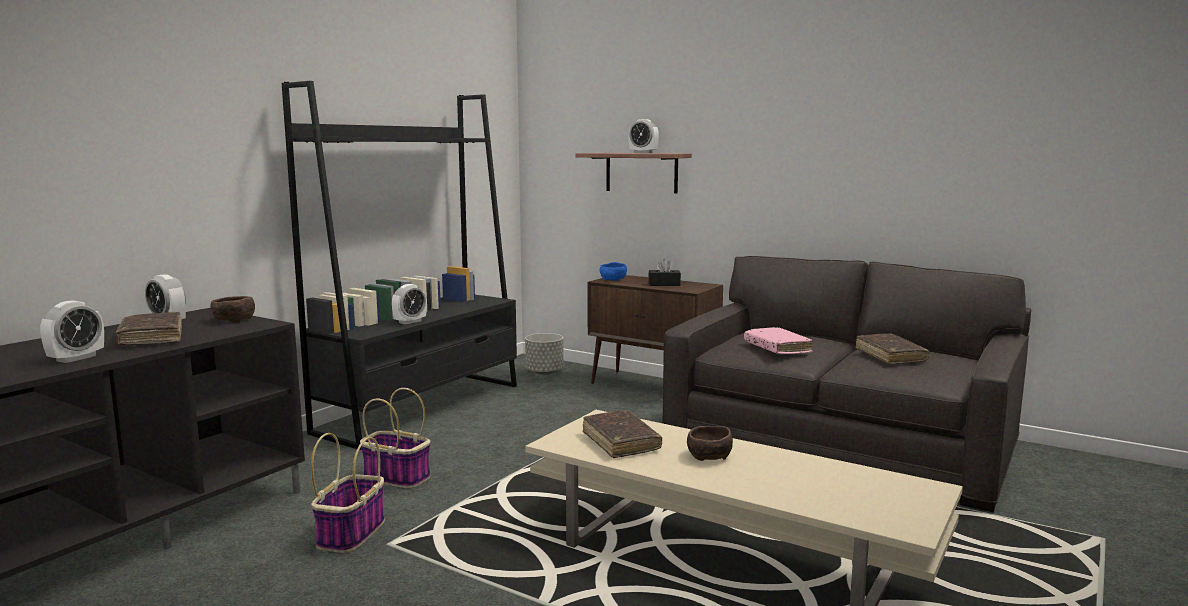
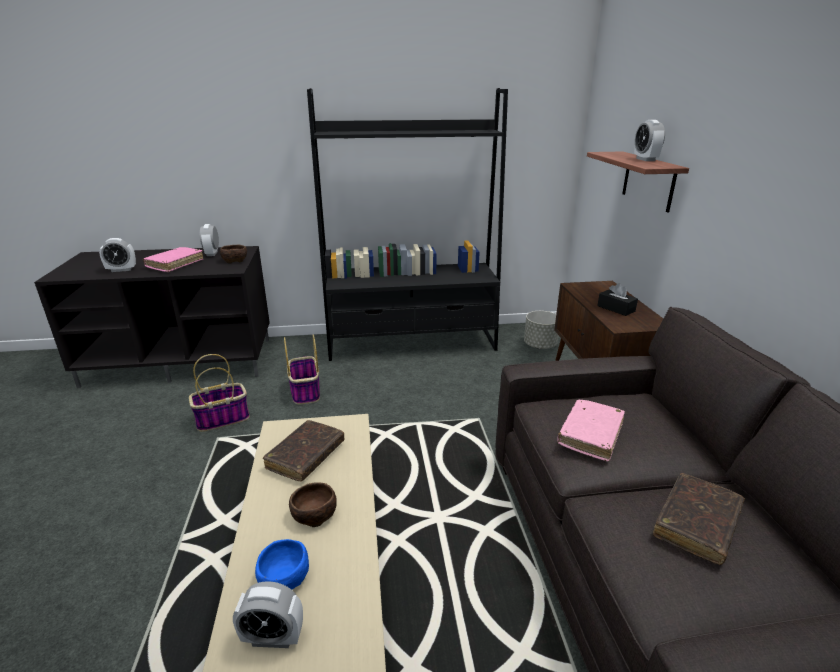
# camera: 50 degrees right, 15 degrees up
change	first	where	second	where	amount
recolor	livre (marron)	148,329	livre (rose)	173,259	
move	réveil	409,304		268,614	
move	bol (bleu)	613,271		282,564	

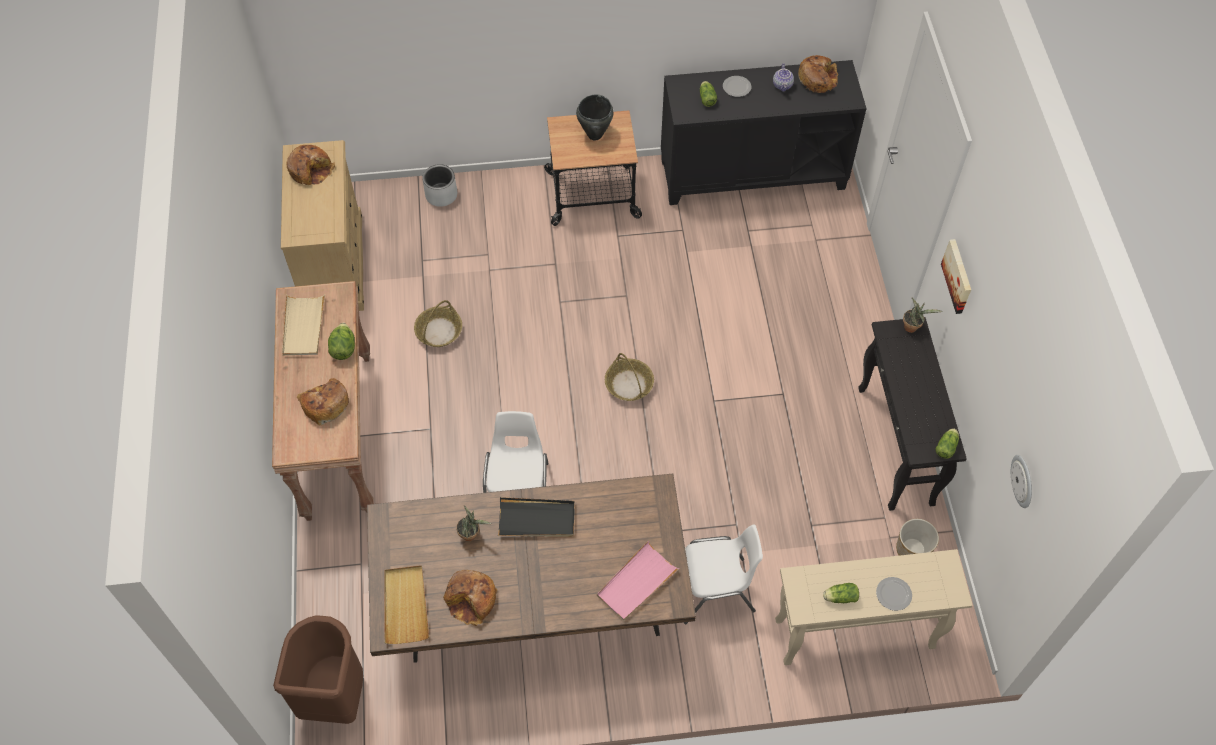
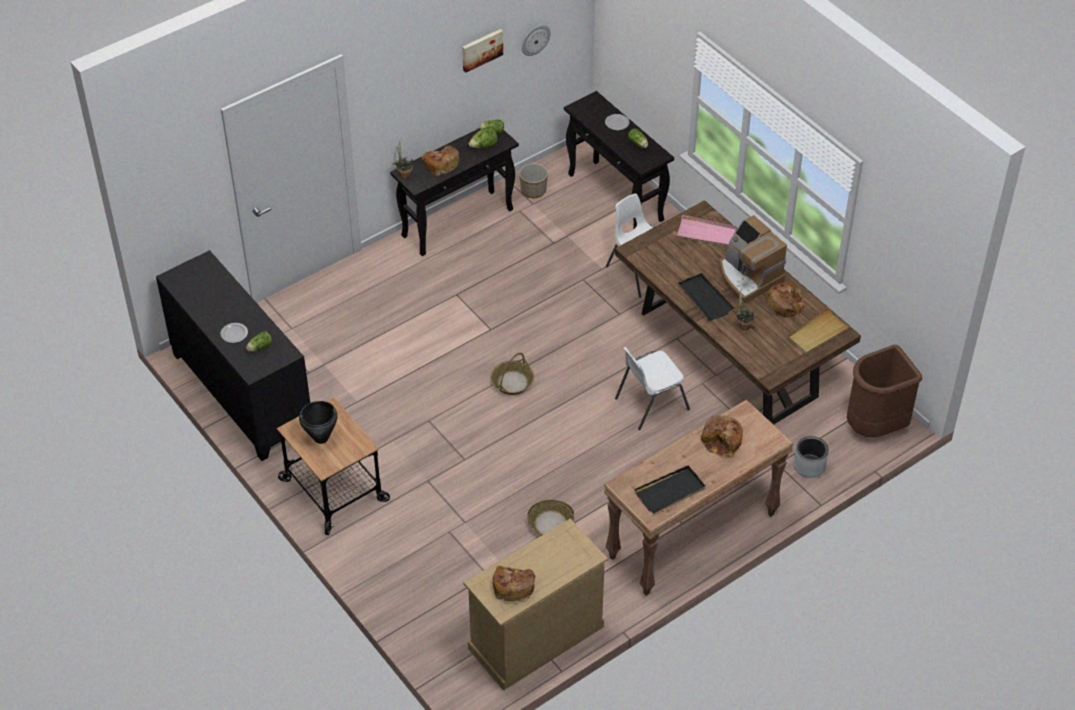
# camera: 120 degrees left, 10 degrees down
change	first	where	second	where	amount
recolor	plateau (beige)	303,325	plateau (noir)	670,489	
move	laitue	341,341		482,138	
move	cache-pot (gris)	439,185		811,457	
delete	théière	783,77			
recolor	table console (beige)	874,607	table console (noir)	619,160	
move	pain	818,74		440,160	
move	tableau	956,276		482,51	
insert			machine à café	753,259	

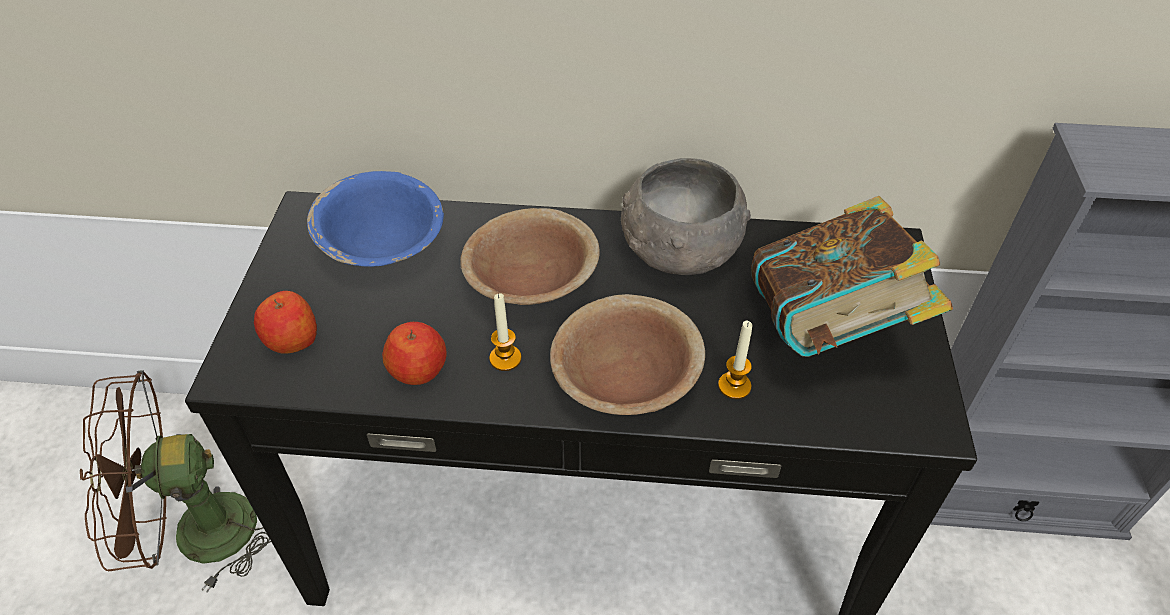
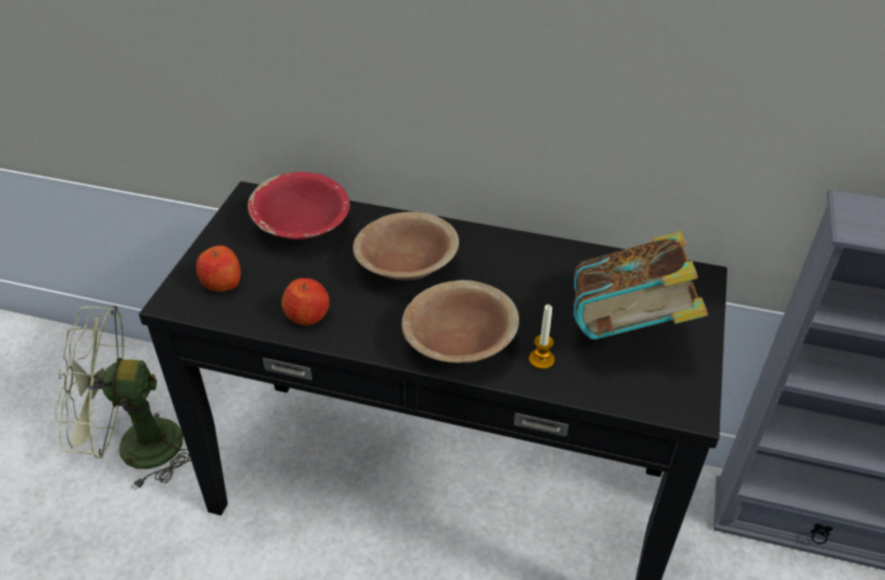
# camera: 10 degrees right, 5 degrees down
change	first	where	second	where	amount
recolor	ventilateur (marron)	175,481	ventilateur (vert)	123,398	
recolor	bol (bleu)	375,219	bol (rouge)	299,206	
delete	bougie	505,332			
delete	bol (gris)	686,216			

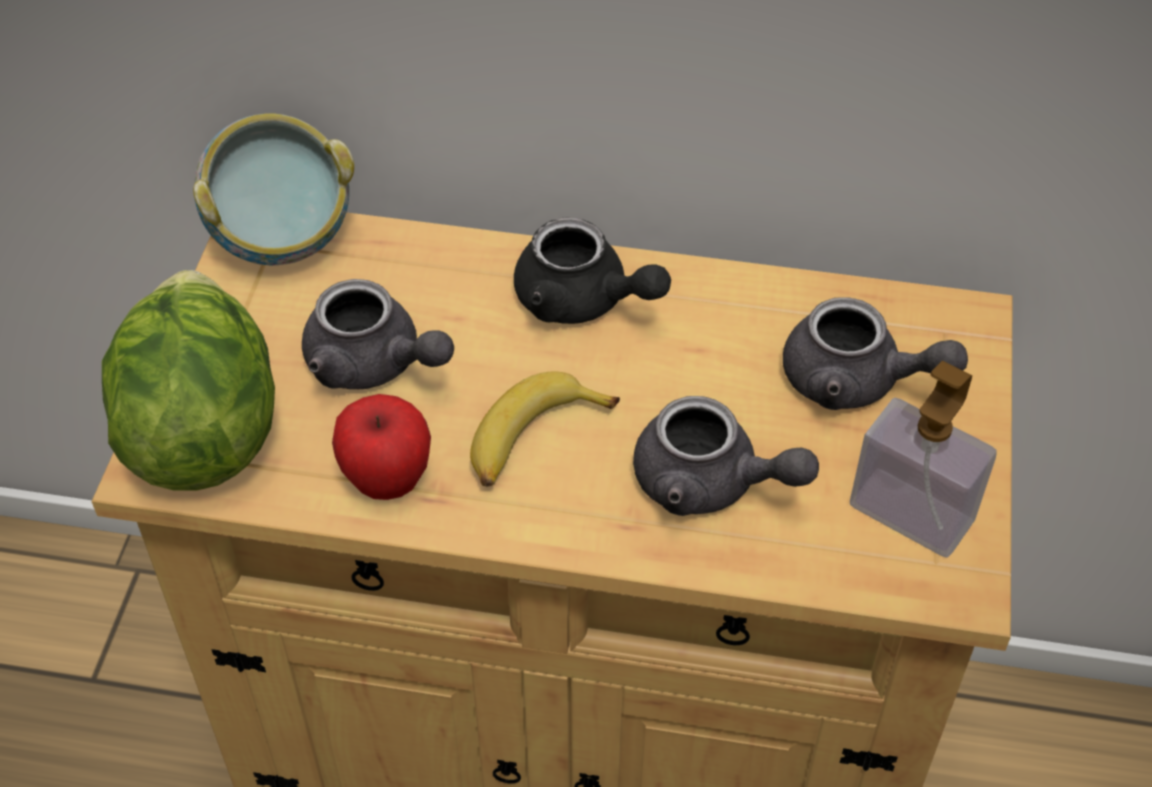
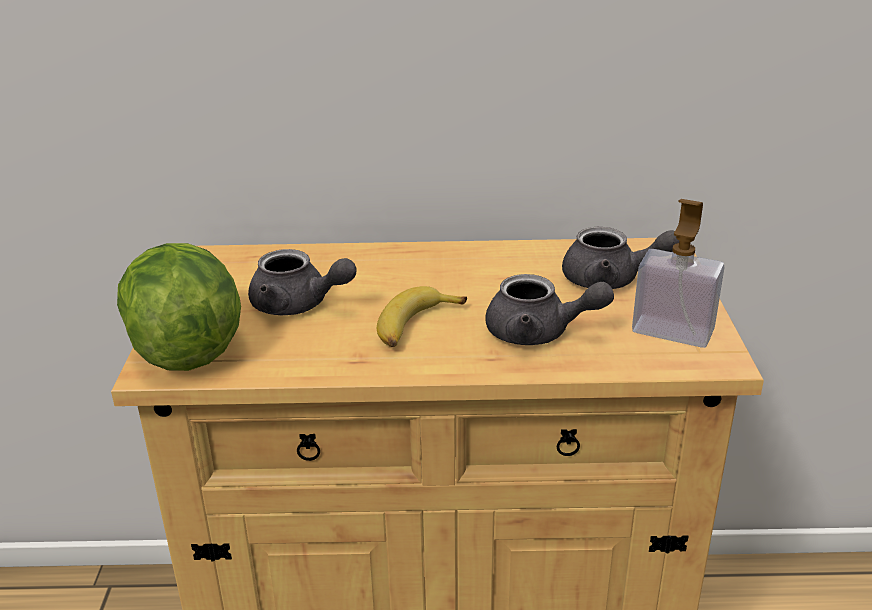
# camera: 10 degrees left, 20 degrees down
change	first	where	second	where	amount
delete	bol	273,189			
delete	pomme	381,447			
delete	théière (noir)	592,270			

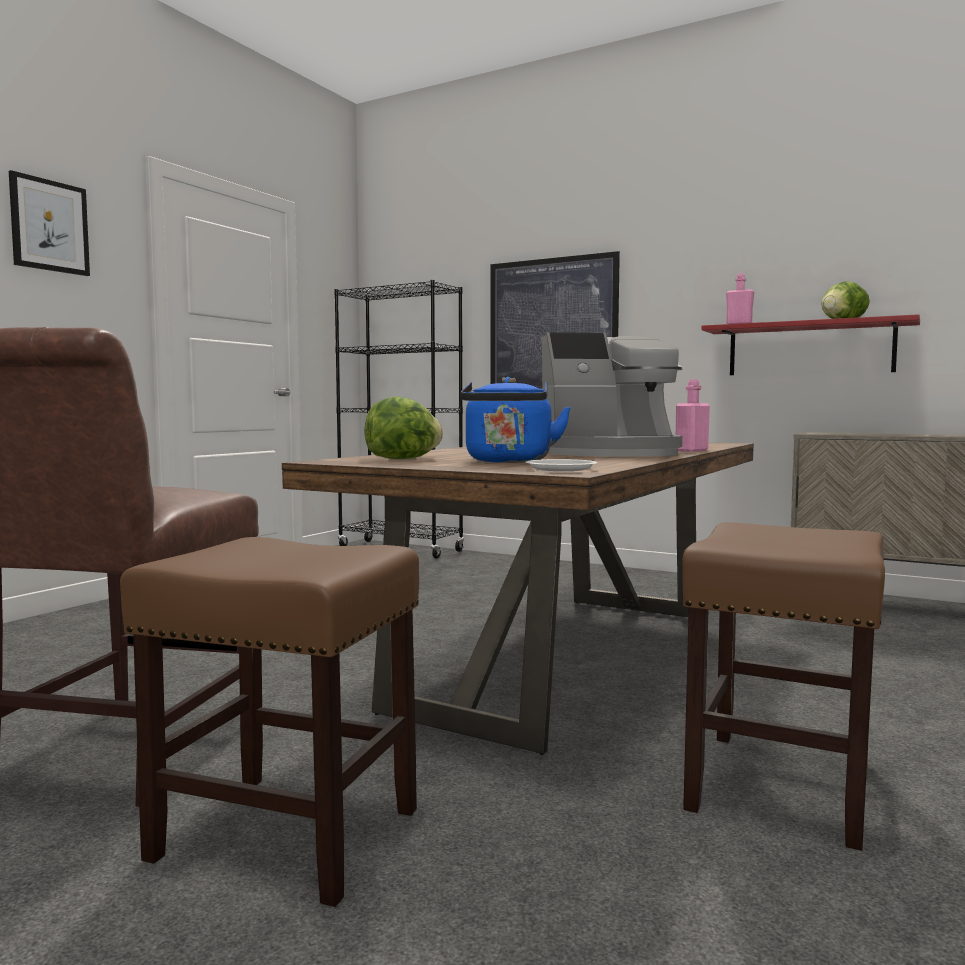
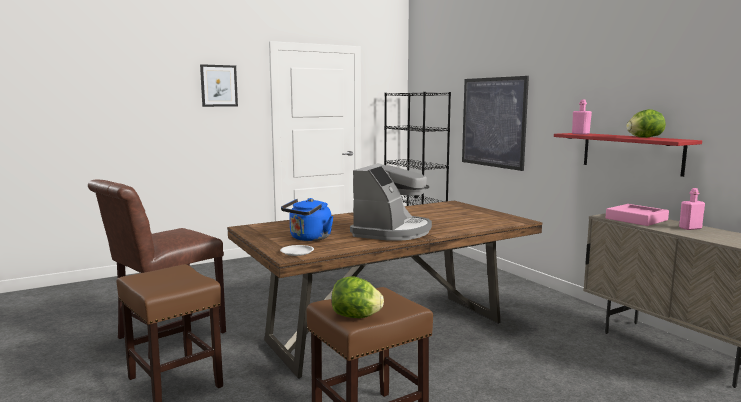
# camera: 30 degrees right, 5 degrees up
change	first	where	second	where	amount
move	laitue	404,427		357,297	
rotate	machine à café	612,394		391,202	90 degrees counterclockwise
move	bouteille (rose)	693,416		692,209	
insert			plateau (rose)	637,215	

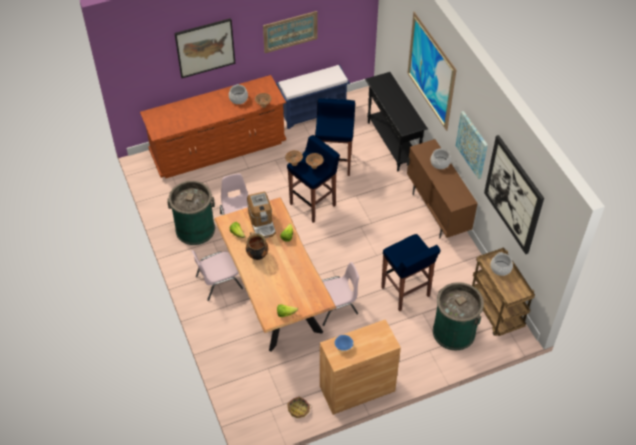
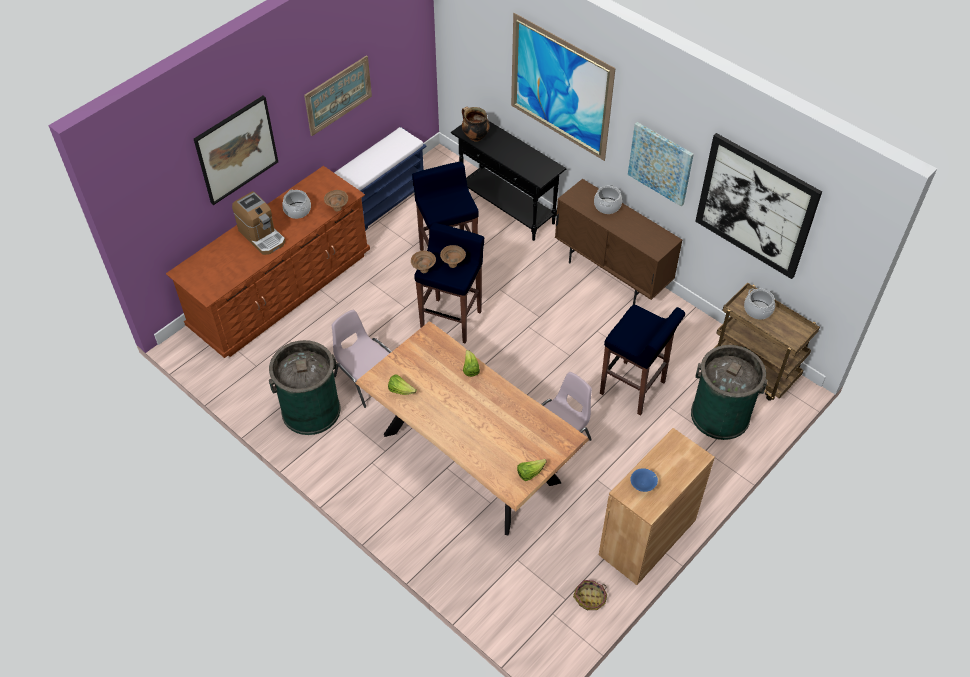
# camera: 25 degrees left, 0 degrees up
change	first	where	second	where	amount
delete	chaise (rose)	217,275			
move	marmite	257,245		476,124	
move	machine à café	261,215		258,223	

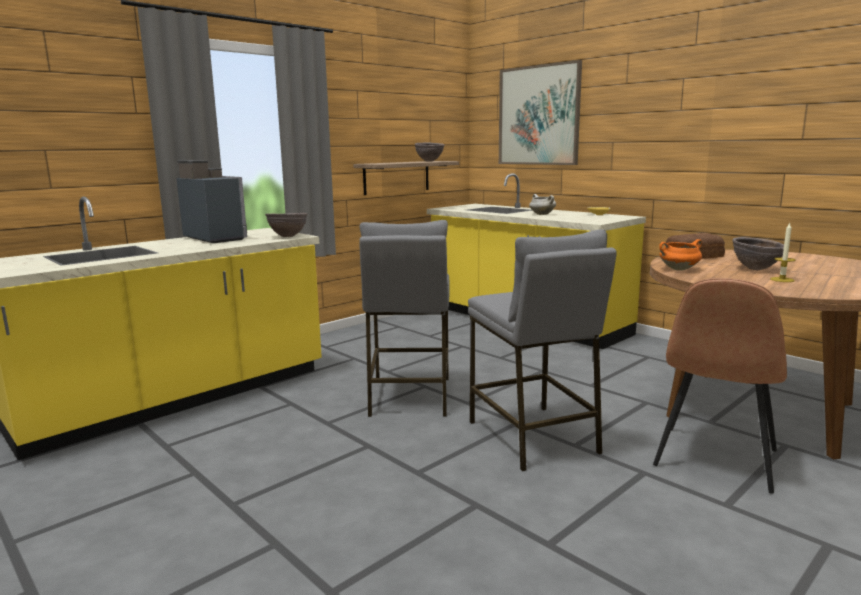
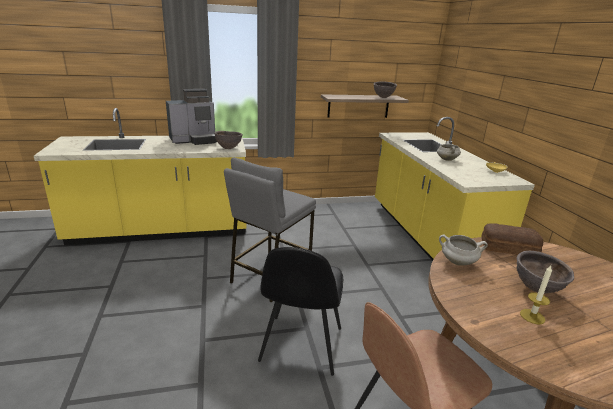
# camera: 30 degrees right, 10 degrees up
change	first	where	second	where	amount
rotate	machine à café	211,201		191,117	75 degrees clockwise
replace	tabouret (gris)	542,350	chaise (noir)	300,311	
delete	tableau	540,112			
recolor	marmite (orange)	680,254	marmite (blanc)	463,250	

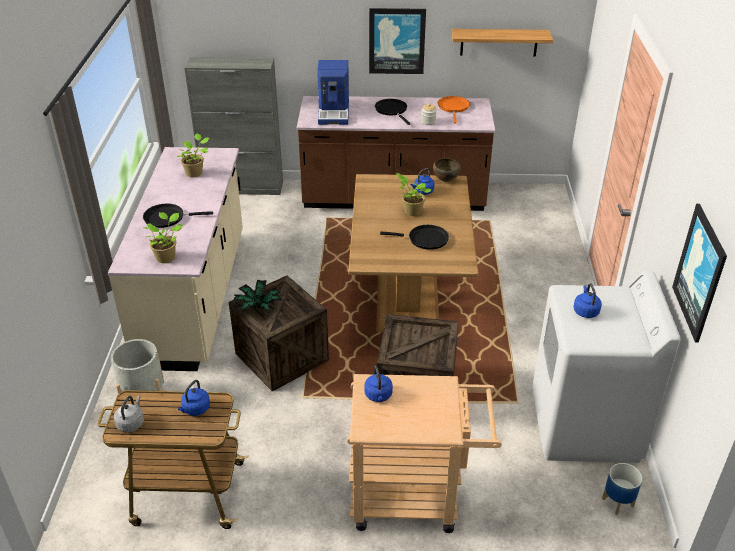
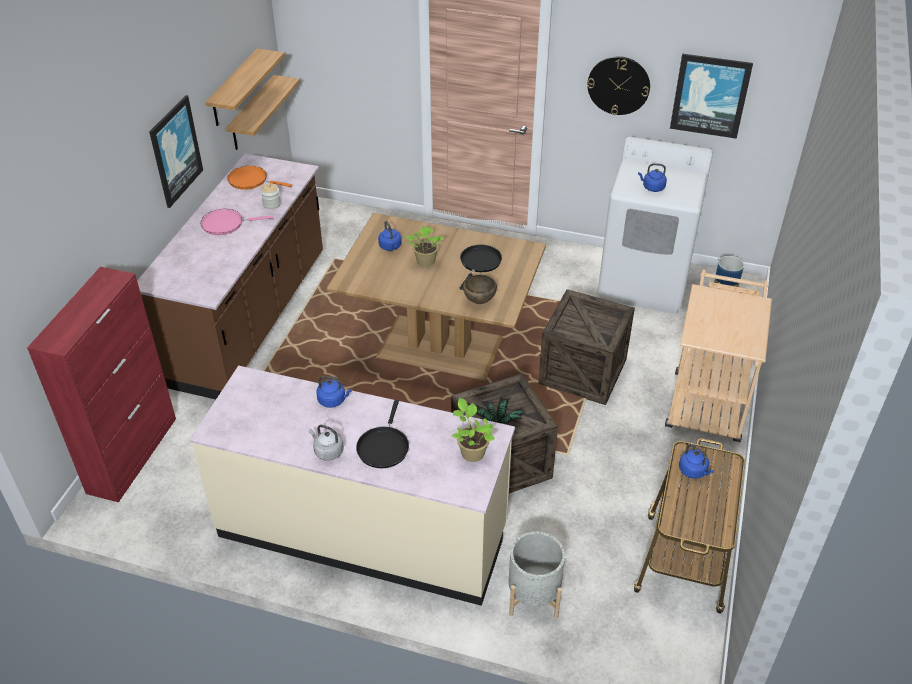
# camera: 75 degrees left, 5 degrees up
change	first	where	second	where	amount
move	bouilloire (gris)	129,414		326,443	
delete	plante en pot	192,155			
recolor	meuble de rangement (gris)	233,126	meuble de rangement (rouge)	101,385	
delete	machine à café	333,92			
move	bouilloire (bleu)	378,384		334,392	
recolor	poêle (noir)	392,112	poêle (rose)	237,222	
move	bol (marron)	447,170		480,289	
insert			étagère	263,112	
insert			horloge murale	618,85	

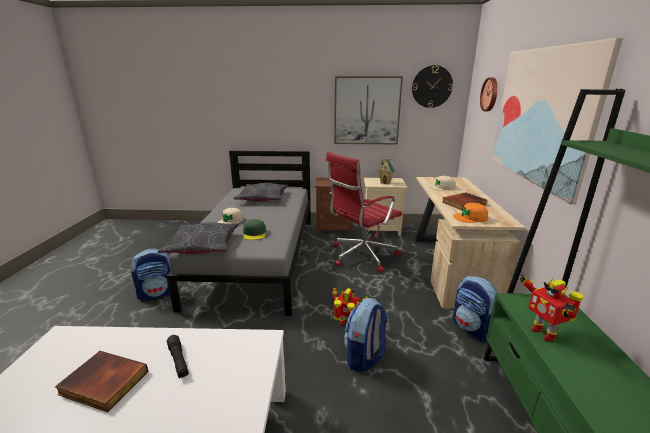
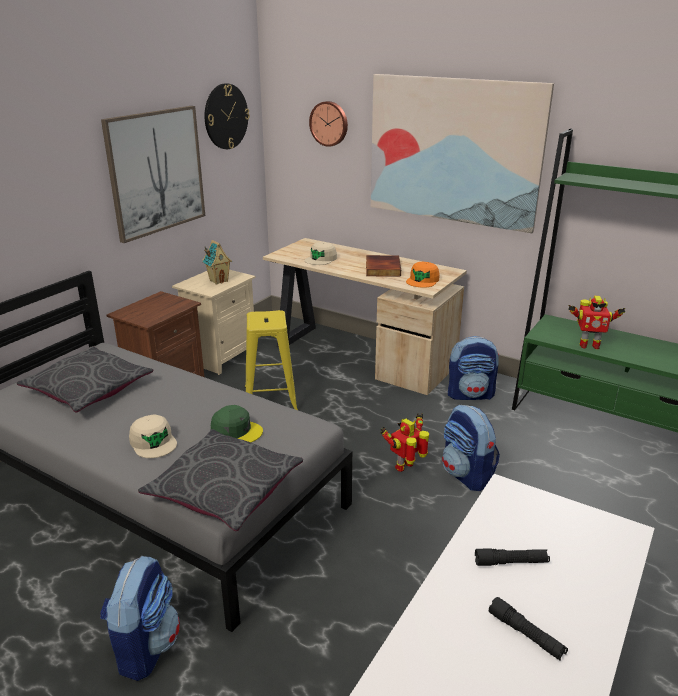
# camera: 60 degrees left, 5 degrees up
change	first	where	second	where	amount
replace	livre	102,381	lampe de poche (noir)	528,629	
replace	chaise de bureau (rouge)	364,212	tabouret (jaune)	271,360	

